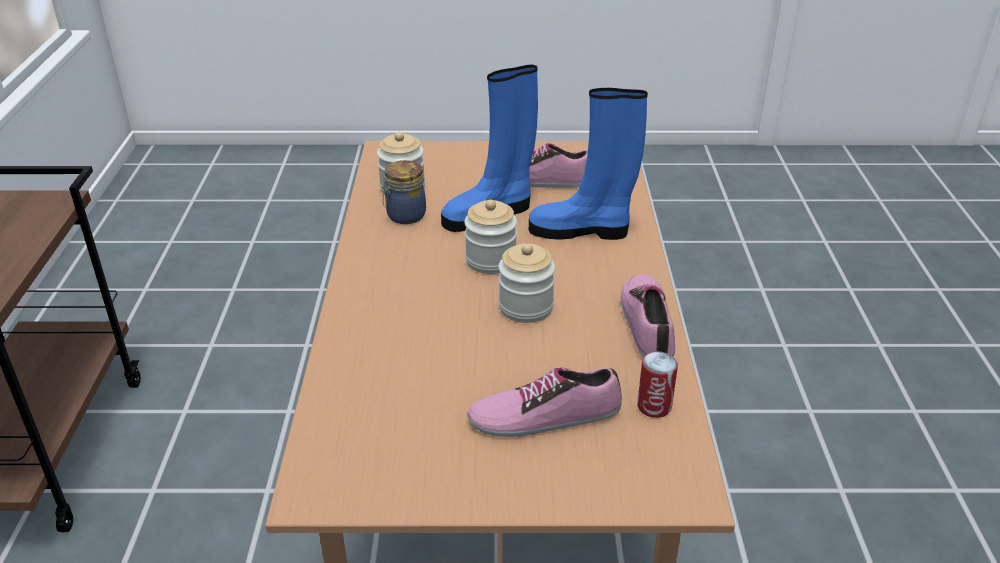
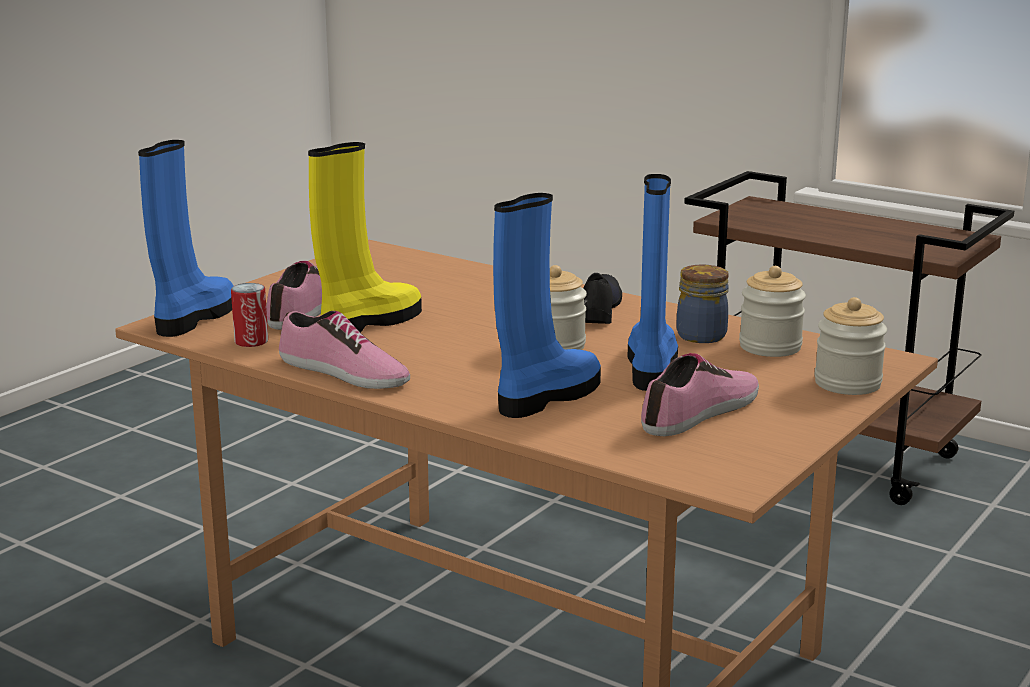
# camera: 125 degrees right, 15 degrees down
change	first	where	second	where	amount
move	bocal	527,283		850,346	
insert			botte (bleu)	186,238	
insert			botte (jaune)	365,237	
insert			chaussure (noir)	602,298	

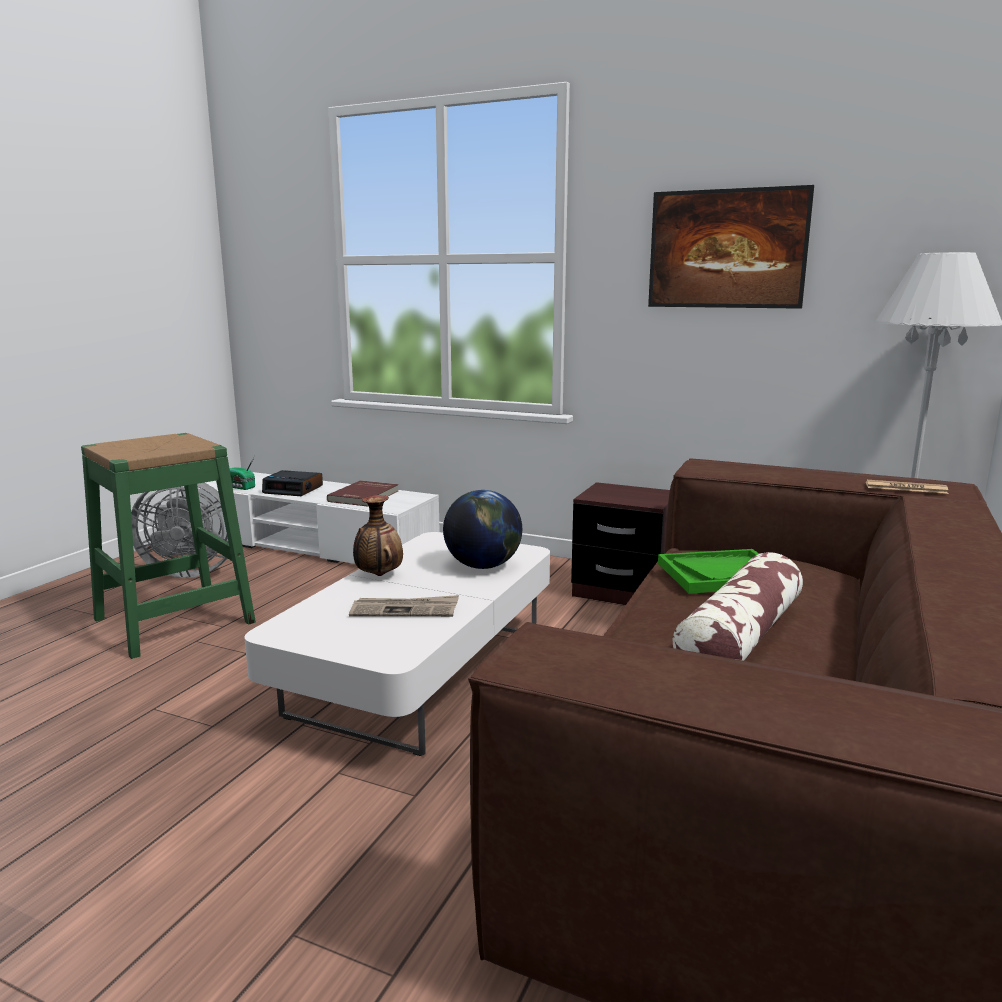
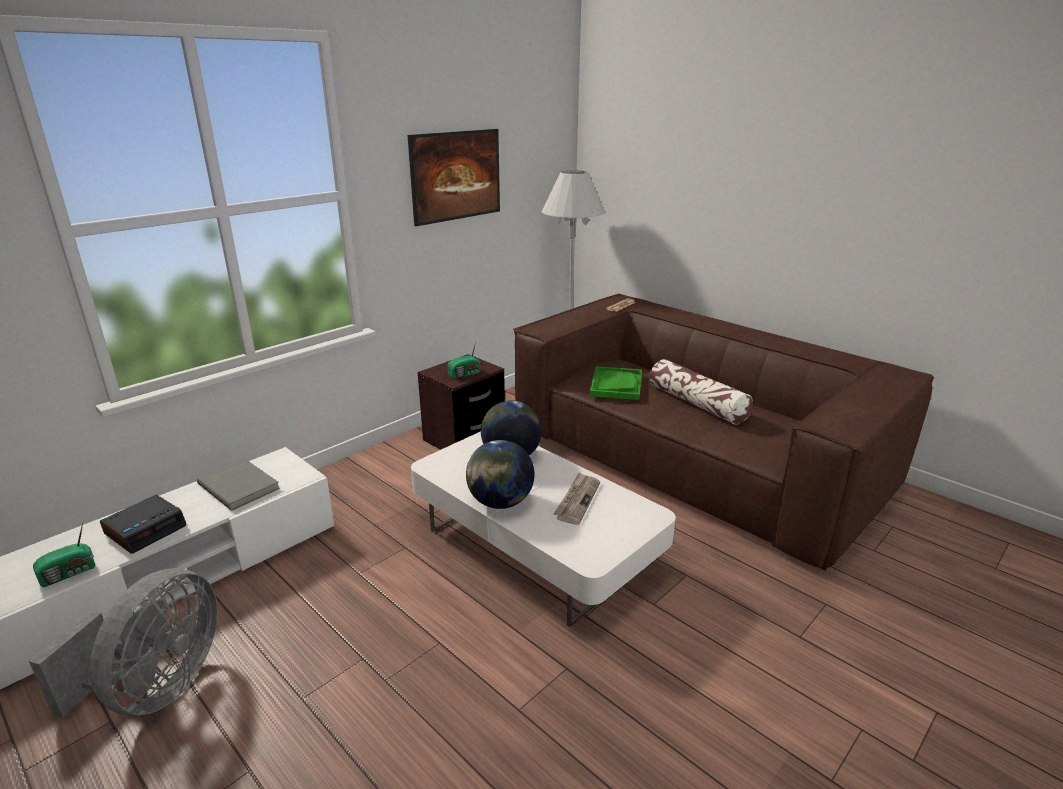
# camera: 70 degrees left, 10 degrees up
change	first	where	second	where	amount
delete	tabouret (vert)	168,546			
recolor	livre (rouge)	362,493	livre (gris)	238,485	
replace	vase	378,535	globe	500,474	
insert			radio	464,360	

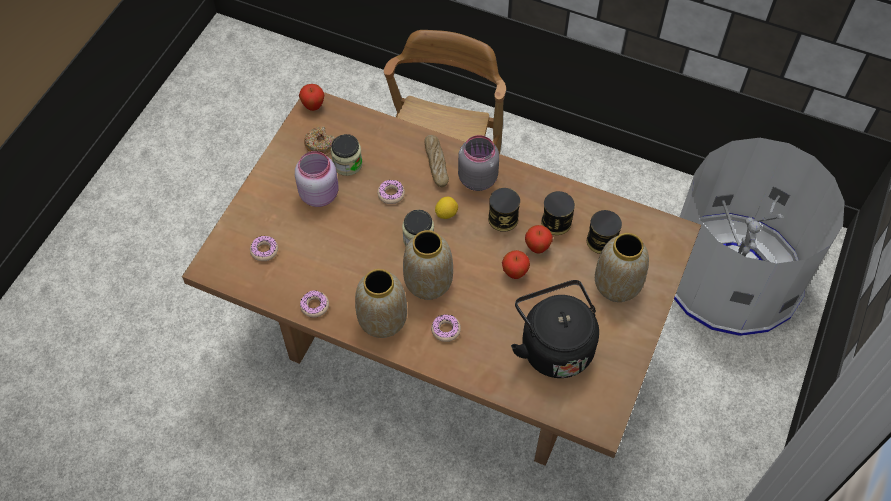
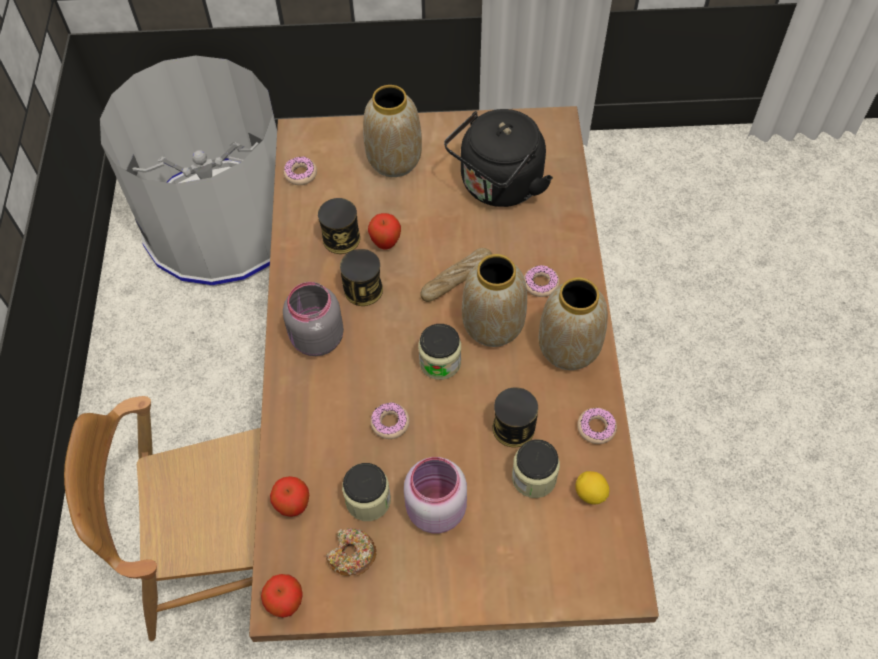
# camera: 115 degrees left, 0 degrees up
change	first	where	second	where	amount
move	beignet	264,248		300,170	
move	pain	436,161		456,275	
move	citron	446,208		592,488	
move	pomme	516,264		289,496	
move	boîte métallique	604,232		515,417	
insert			bocal	536,468	

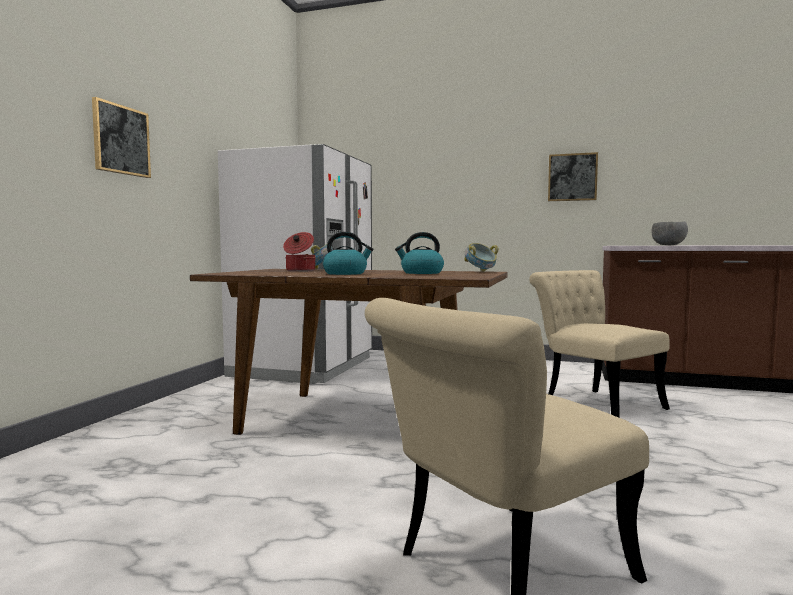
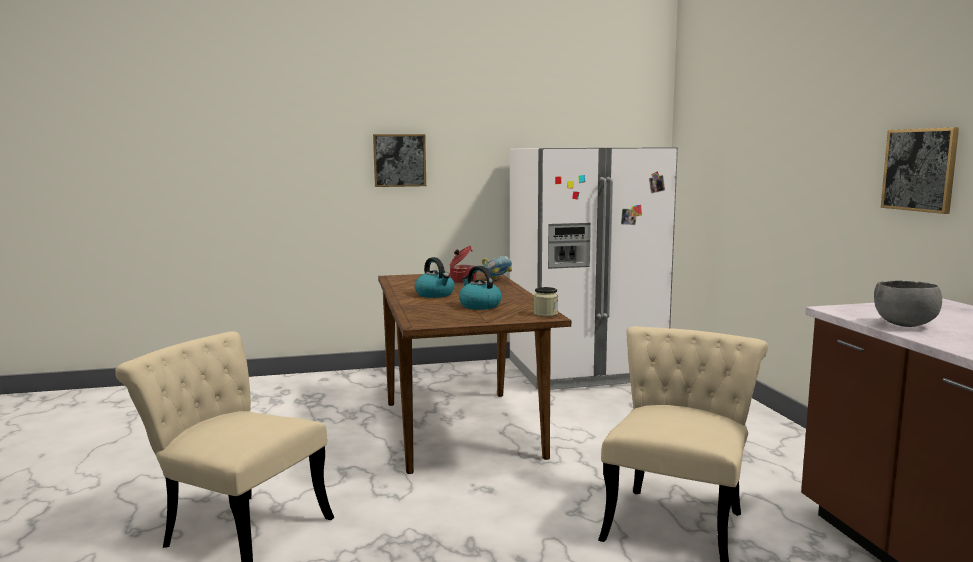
# camera: 60 degrees right, 5 degrees up
change	first	where	second	where	amount
replace	bol	481,257	bocal	546,302	

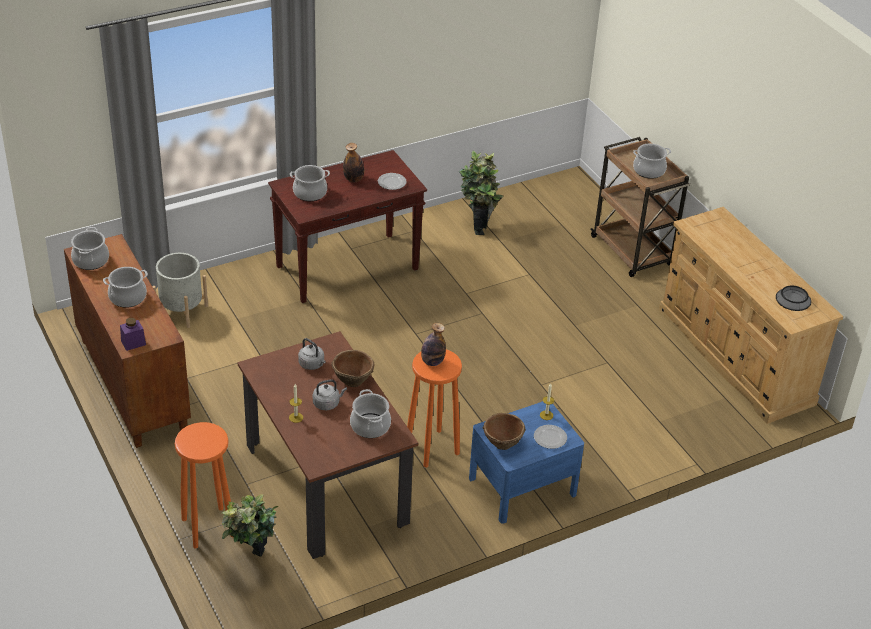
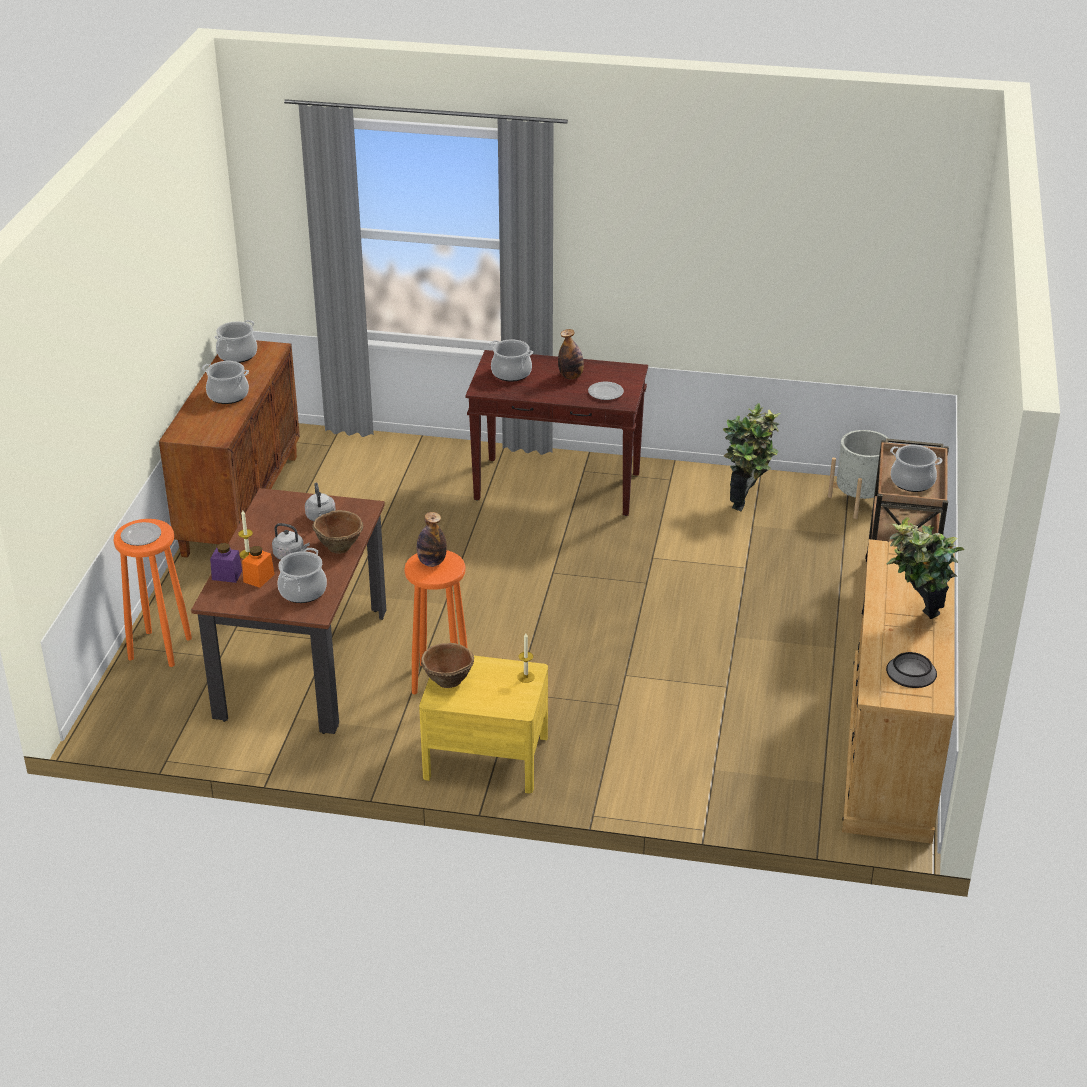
# camera: 40 degrees right, 5 degrees down
change	first	where	second	where	amount
move	bocal (violet)	133,334		226,563	
move	cache-pot (gris)	180,290		860,474	
move	plante en pot	250,525		925,568	
recolor	table de chevet (bleu)	526,462	table de chevet (jaune)	483,724	
move	assiette	550,437		141,534	
insert			bocal (orange)	258,567	

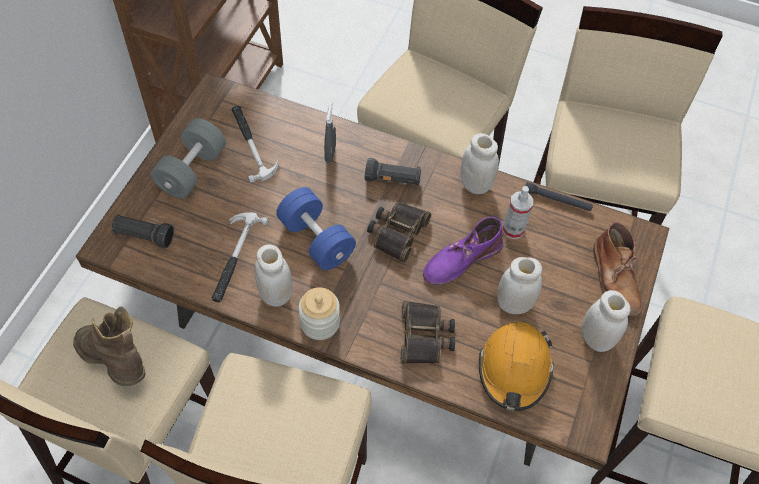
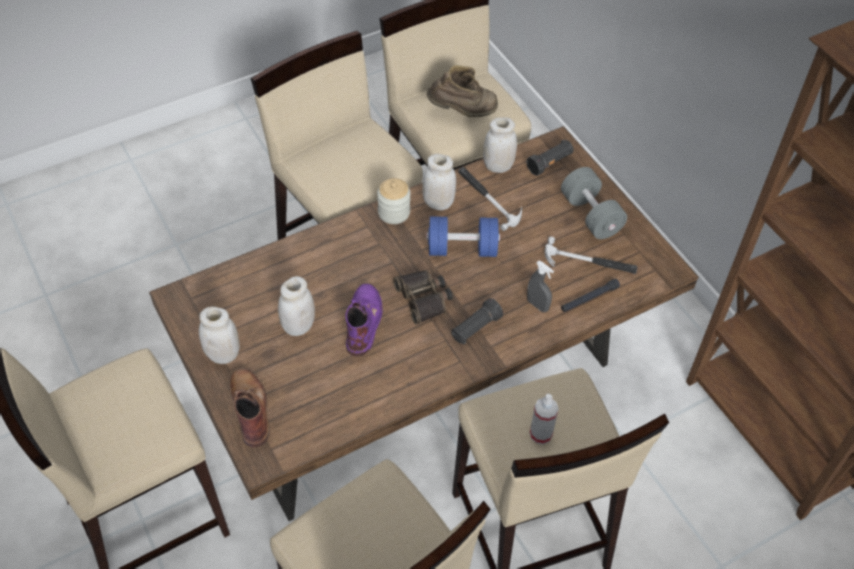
# camera: 130 degrees right, 5 degrees down
change	first	where	second	where	amount
delete	jumelles	428,332			
move	bocal (blanc)	479,163		500,145	
delete	casque de chantier (orange)	516,366			
move	vaporisateur	518,212		544,419	
move	lampe de poche (noir)	559,196		590,295	
rotate	botte (marron)	617,269		249,407	45 degrees clockwise

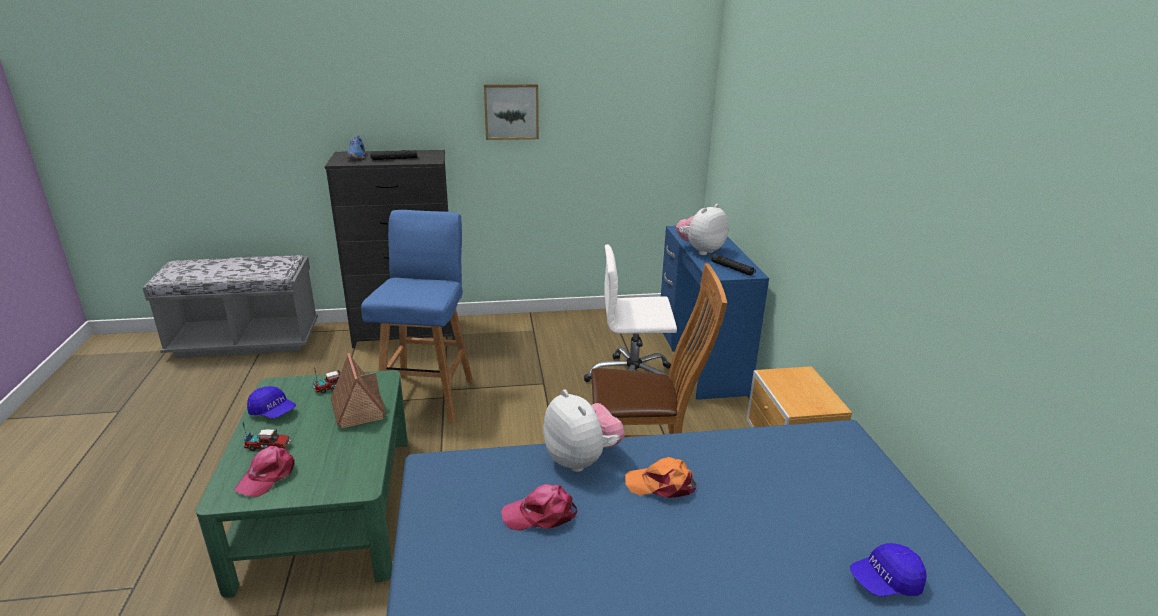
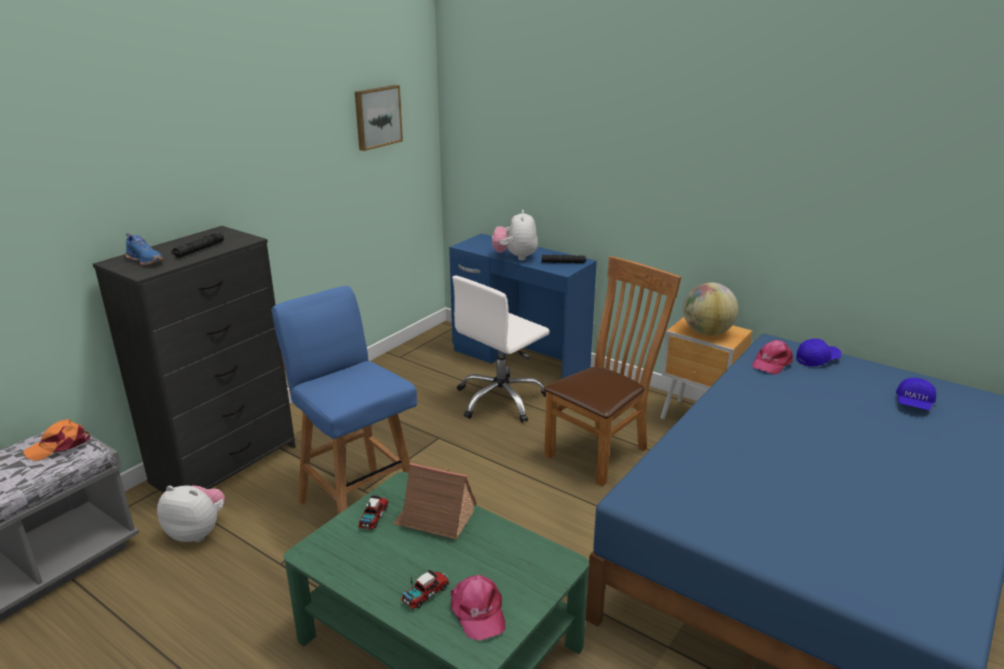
# camera: 45 degrees left, 0 degrees up
change	first	where	second	where	amount
move	casquette (bleu)	271,402		818,352	
move	tableau	511,112		379,118	
move	casquette (rose)	539,507		772,357	
move	peluche	583,431		191,513	
move	casquette (orange)	660,477		56,440	
insert			globe	710,309	

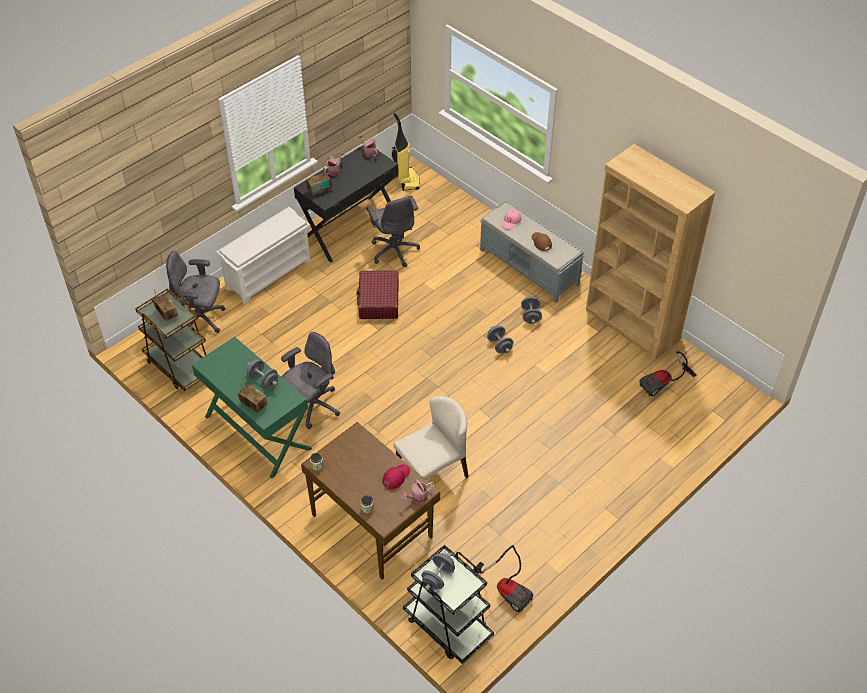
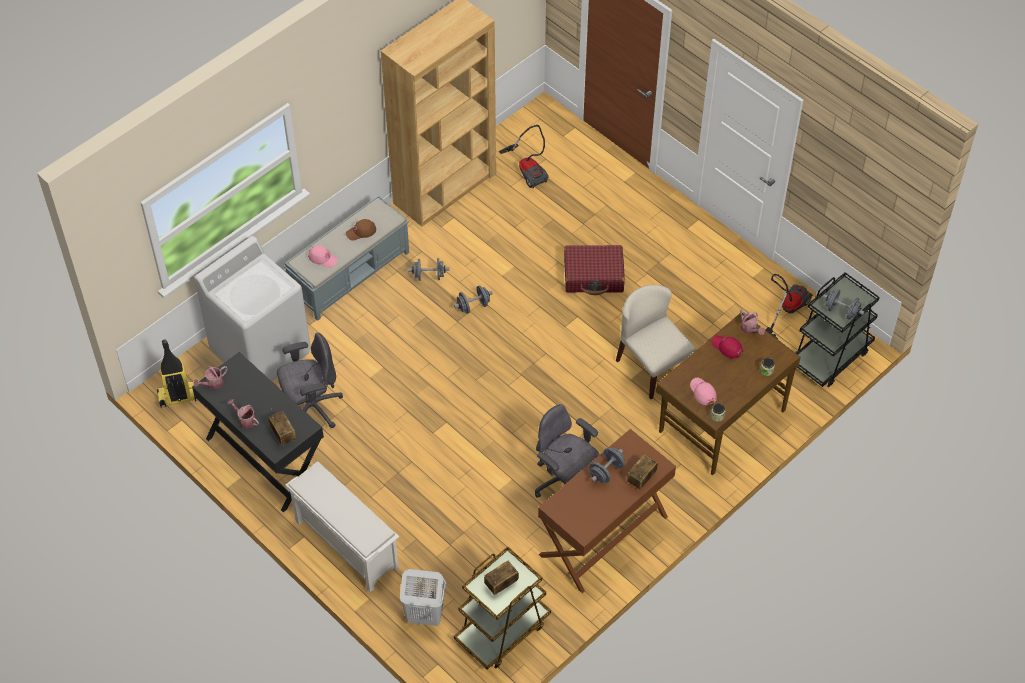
# camera: 90 degrees left, 5 degrees up
change	first	where	second	where	amount
replace	chaise de bureau (gris)	195,292	panier à linge (blanc)	423,597	
recolor	bureau (vert)	252,407	bureau (marron)	607,511	
move	valise (rouge)	377,294		594,270	
insert			lave-linge (blanc)	252,308	
insert			casquette (rose)	703,391	

